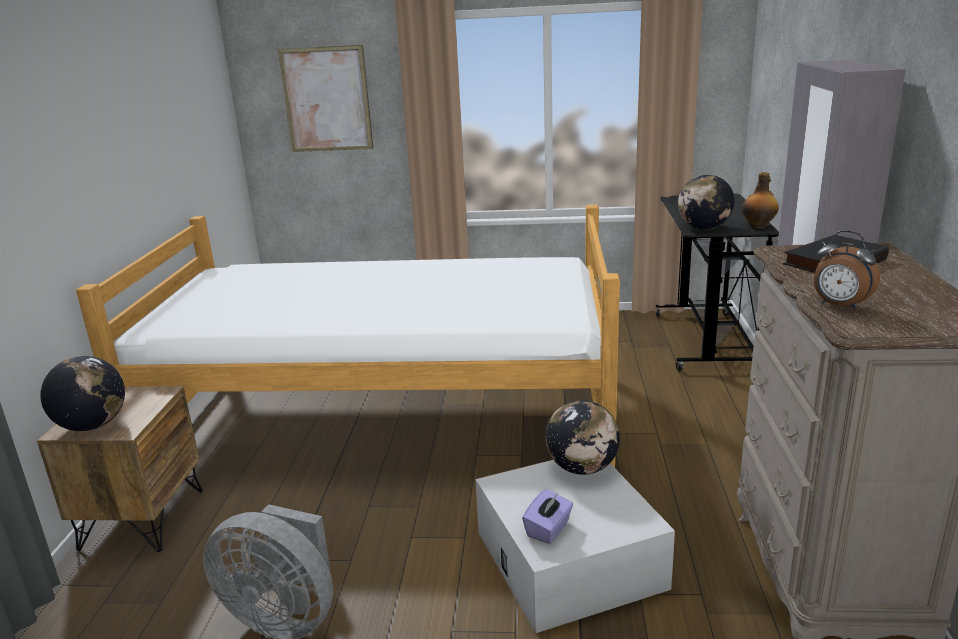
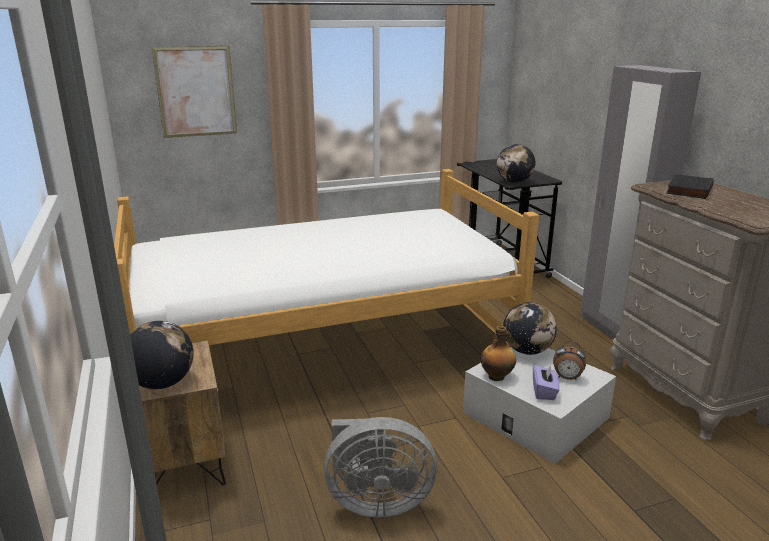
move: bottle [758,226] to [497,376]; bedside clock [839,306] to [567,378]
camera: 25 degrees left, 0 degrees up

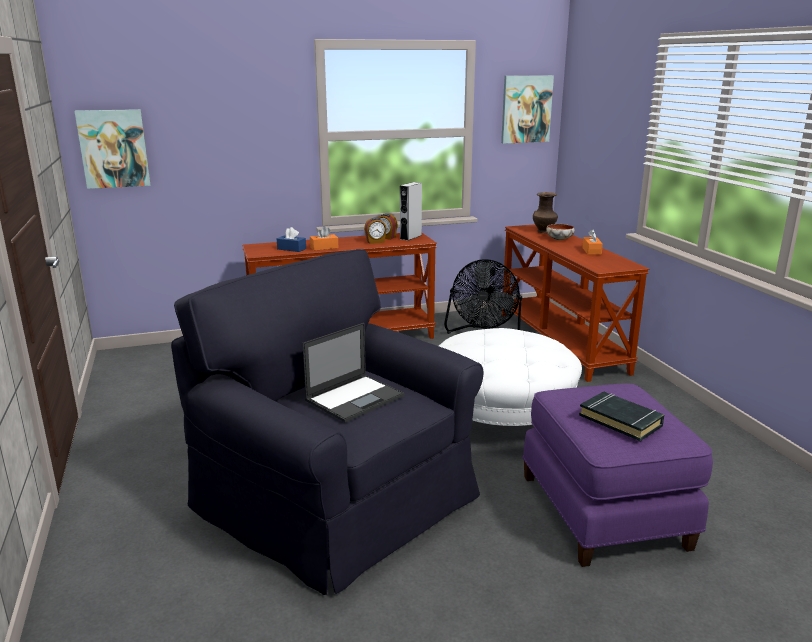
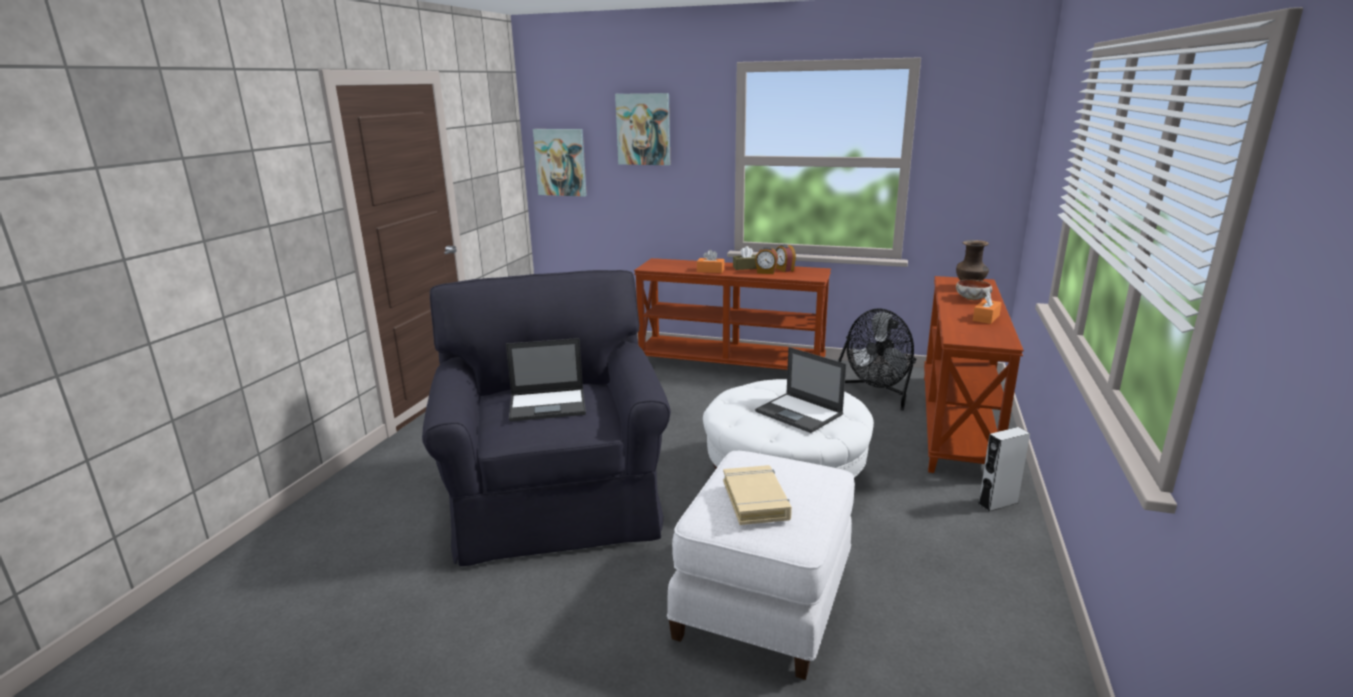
delete: box of tissues (bluish) [291,249]
insert: box of tissues (brown-coloured) [746,267]; laptop [800,413]
move: wall art [526,109] to [643,129]; loudspeaker (gray) [410,237] to [997,503]
recolor: pouffe (purplish) [605,510] to pouffe (white-coloured) [766,601]; book (black) [620,420] to book (beige-coloured) [756,500]
camera: 35 degrees right, 0 degrees up

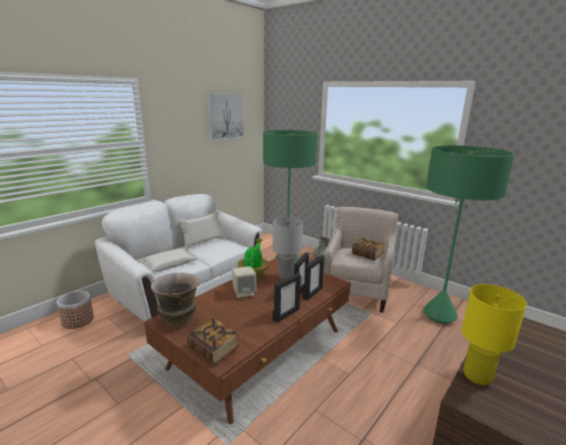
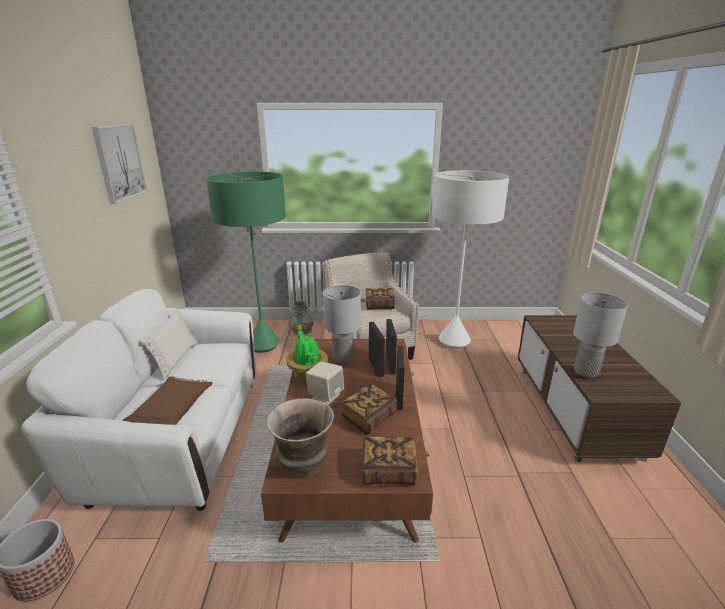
insert: book [368,417]
recolor: standing lamp (green-coloured) [439,316] to standing lamp (white-coloured) [454,342]; throw pillow (white-coloured) [168,263] to throw pillow (brown-coloured) [171,408]; table lamp (yellow) [476,378] to table lamp (gray) [585,374]
camera: 40 degrees left, 5 degrees up

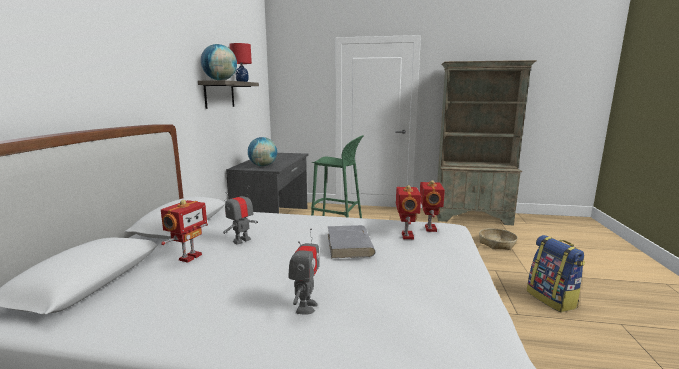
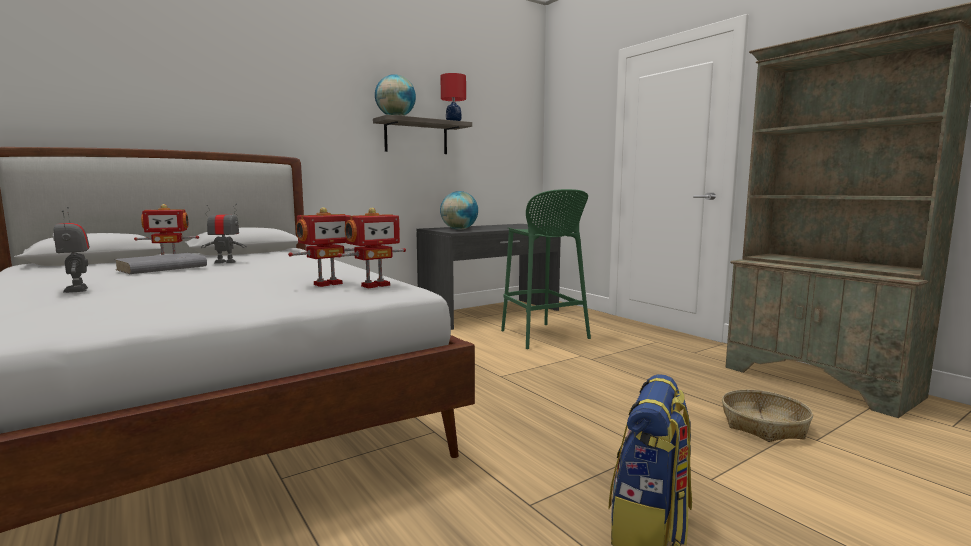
move: book (gray) [349,245] to [161,268]
rotate: model robot [305,307] = [77,290] 90 degrees clockwise
camera: 45 degrees right, 5 degrees down

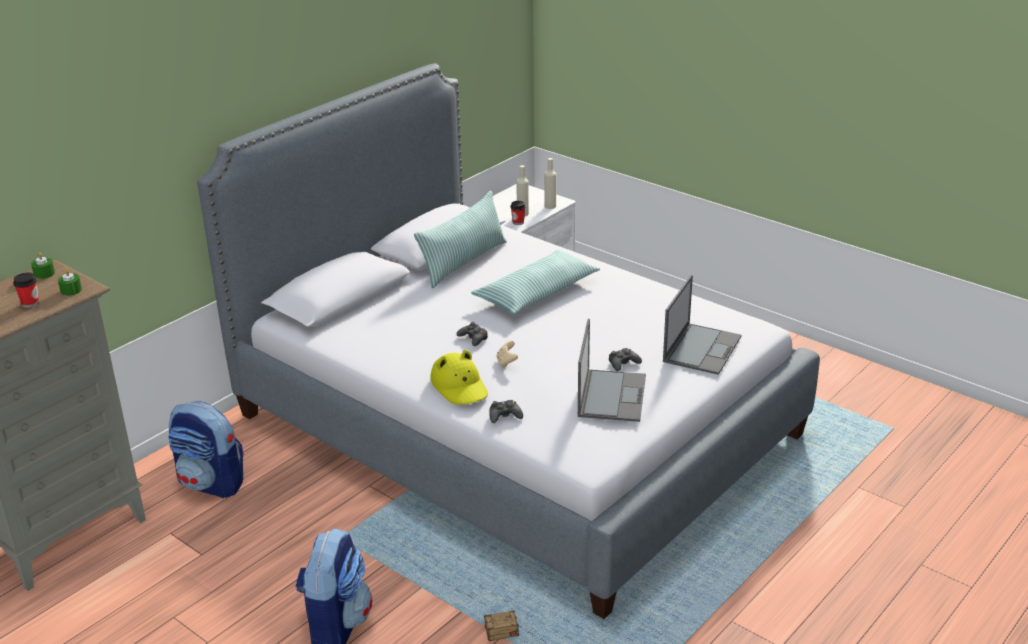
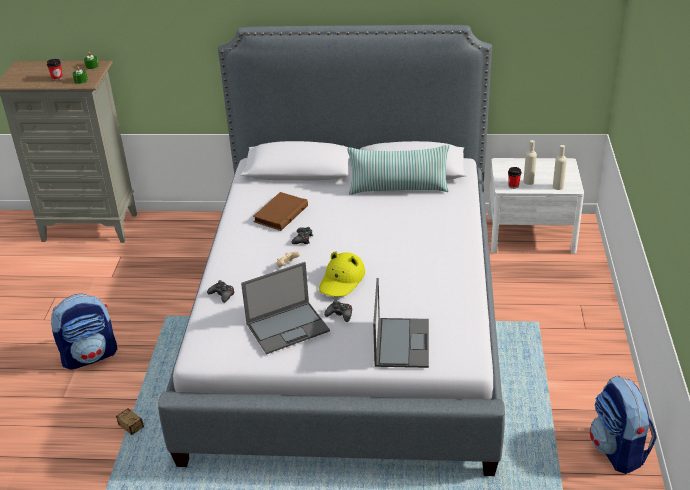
delete: throw pillow [536,293]
insert: book (brown-coloured) [280,213]
move: hat (yellow) [460,386] to [342,280]; knapsack [211,483] to [618,450]
rotate: laptop [702,348] = [401,342] 75 degrees counterclockwise
camera: 55 degrees right, 5 degrees up

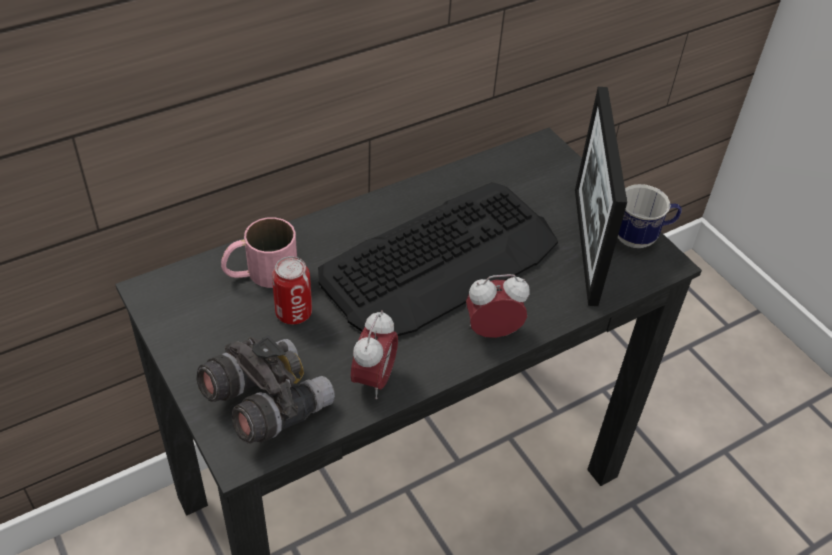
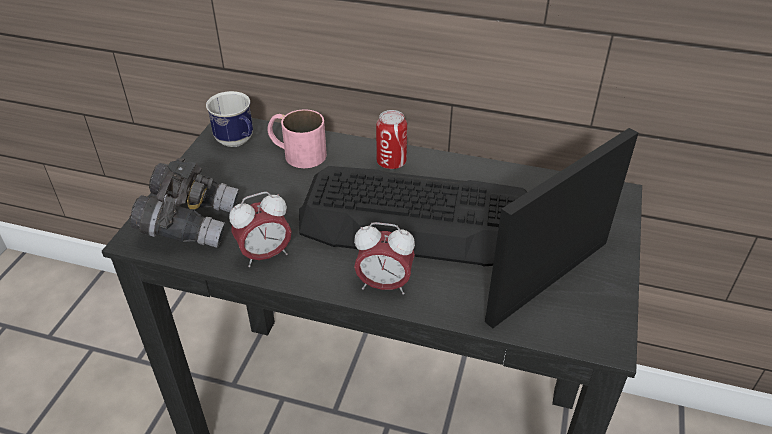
move: coffee mug [641,238] to [238,142]; sealed can [293,313] to [391,162]
rotate: bedside clock [492,331] = [384,285] 150 degrees clockwise
camera: 50 degrees right, 5 degrees down

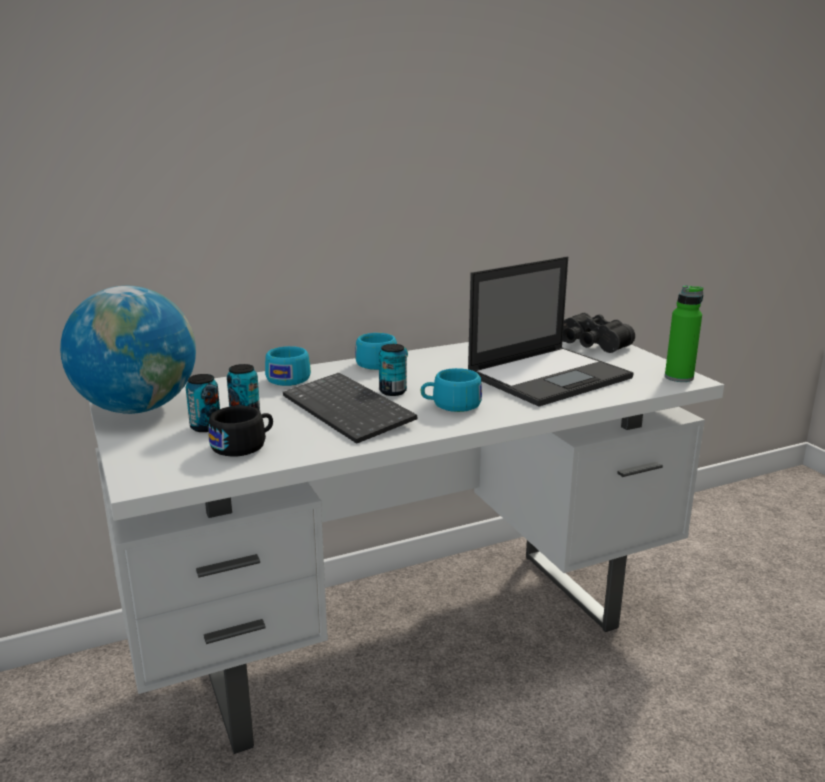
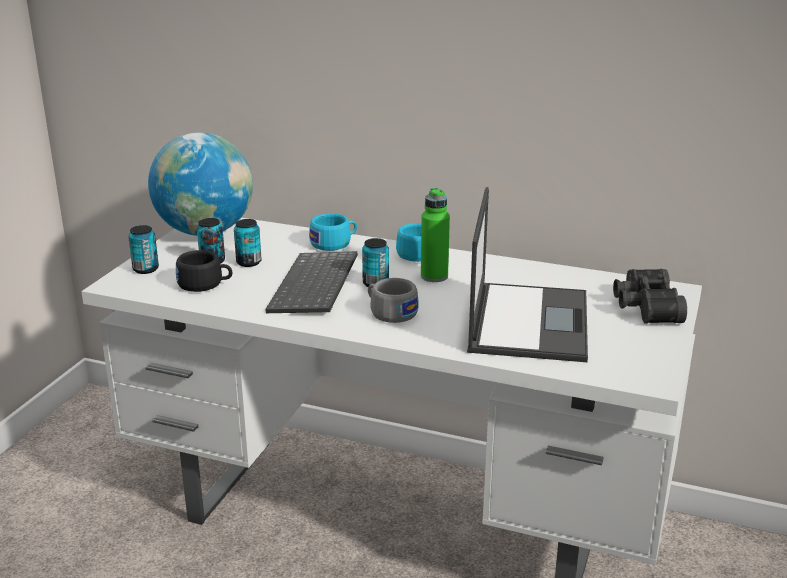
insert: sealed can [146,269]
move: bottle (green-coloured) [679,377] to [434,276]
recolor: small cup (blue-green) [451,405] to small cup (gray) [390,312]
rotate: laptop [550,376] = [528,321] 90 degrees counterclockwise
camera: 45 degrees right, 5 degrees up

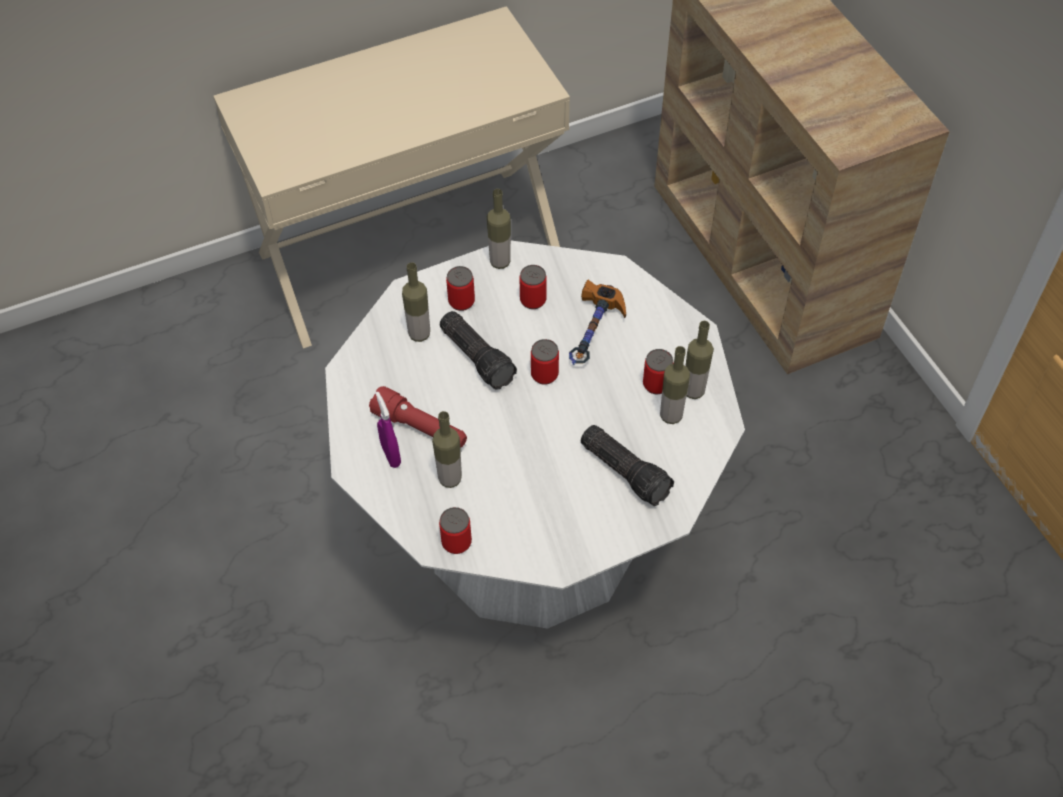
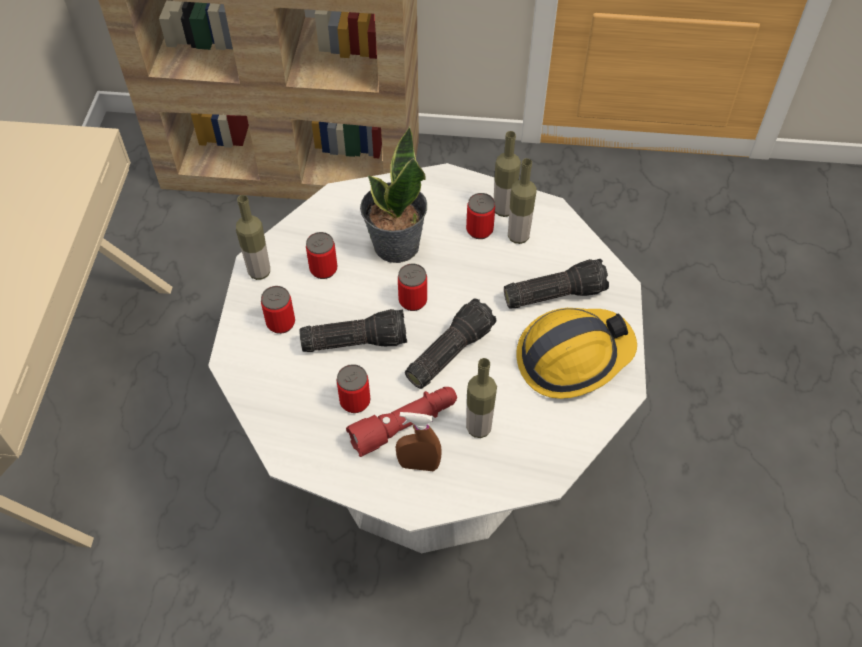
delete: bottle [419,334]
insert: hand torch [448,351]; safety helmet [572,357]
move: sealed can [456,542] to [355,401]
replace: hand hammer [593,334] to potted plant [395,245]
recolor: hand sprayer (purplish) [391,455] to hand sprayer (brown-coloured) [418,465]
camera: 60 degrees left, 0 degrees up

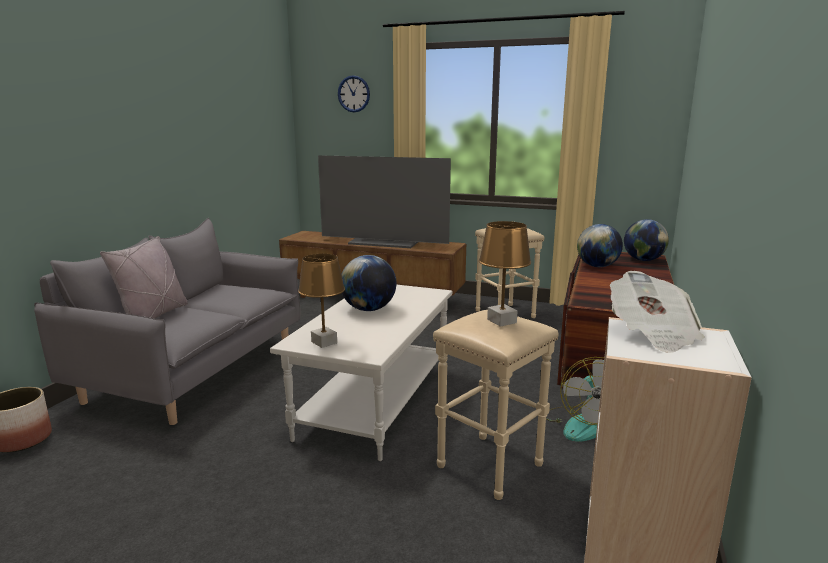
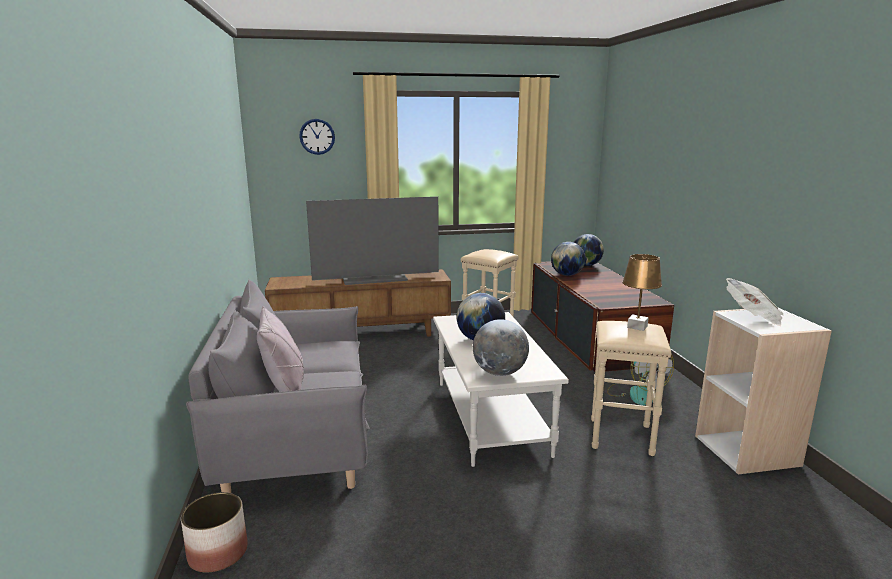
replace: table lamp (brown-coloured) [323,342] to globe [499,373]
camera: 30 degrees left, 0 degrees up

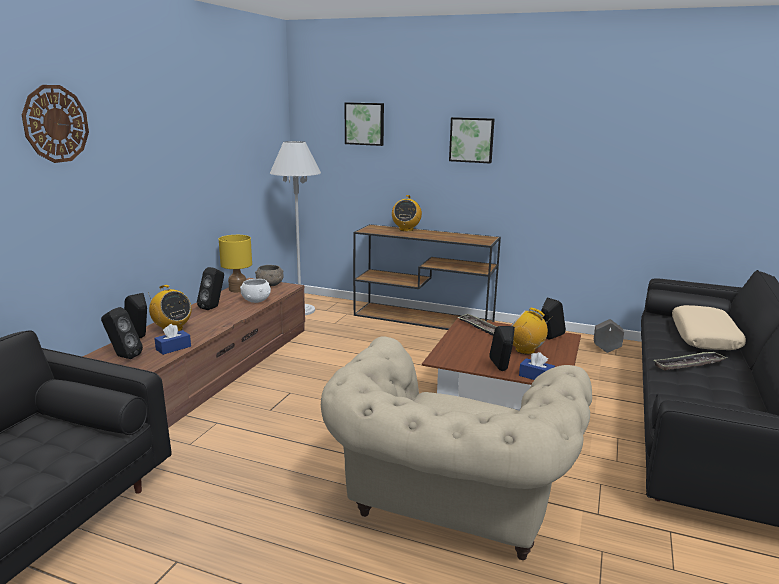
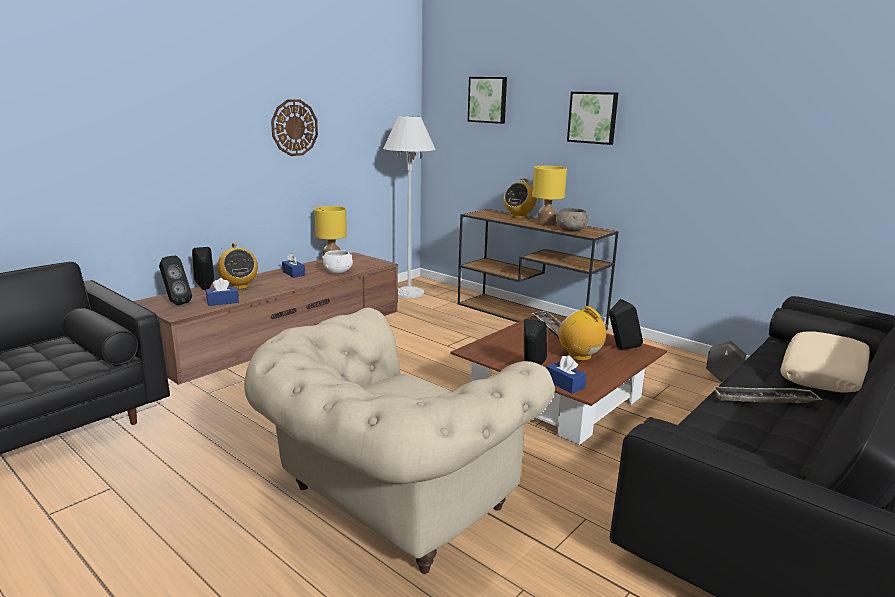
insert: table lamp (yellow) [546,223]
move: wall clock [55,124] to [294,127]; serving bowl (gray) [270,285] to [571,230]
replace: loudspeaker (black) [213,307] to box of tissues (bluish) [293,273]
camera: 20 degrees right, 0 degrees up

